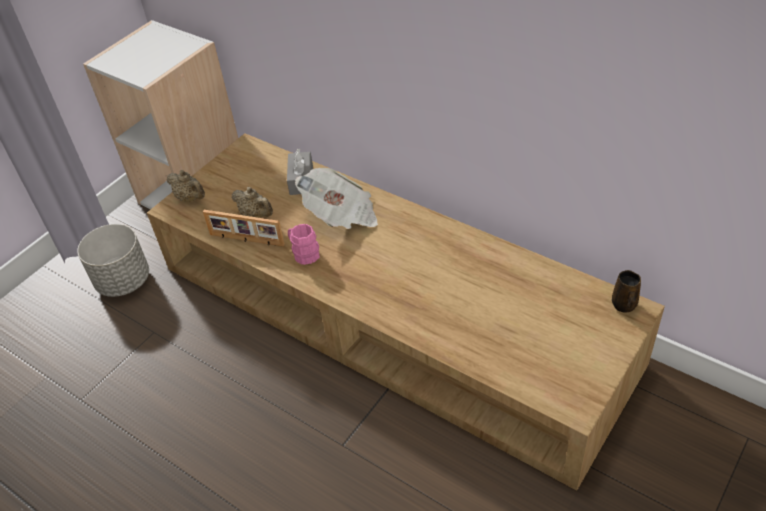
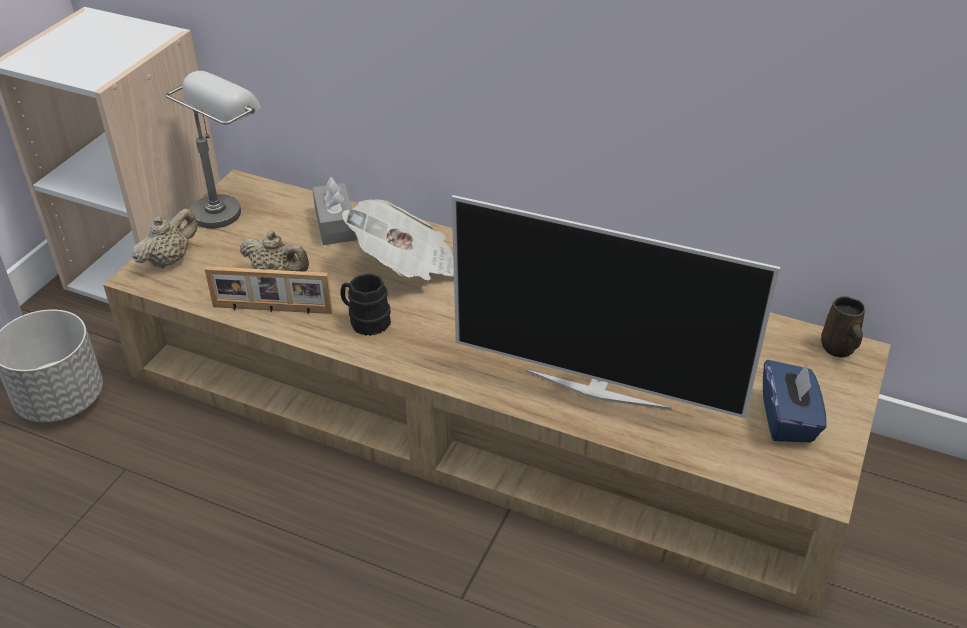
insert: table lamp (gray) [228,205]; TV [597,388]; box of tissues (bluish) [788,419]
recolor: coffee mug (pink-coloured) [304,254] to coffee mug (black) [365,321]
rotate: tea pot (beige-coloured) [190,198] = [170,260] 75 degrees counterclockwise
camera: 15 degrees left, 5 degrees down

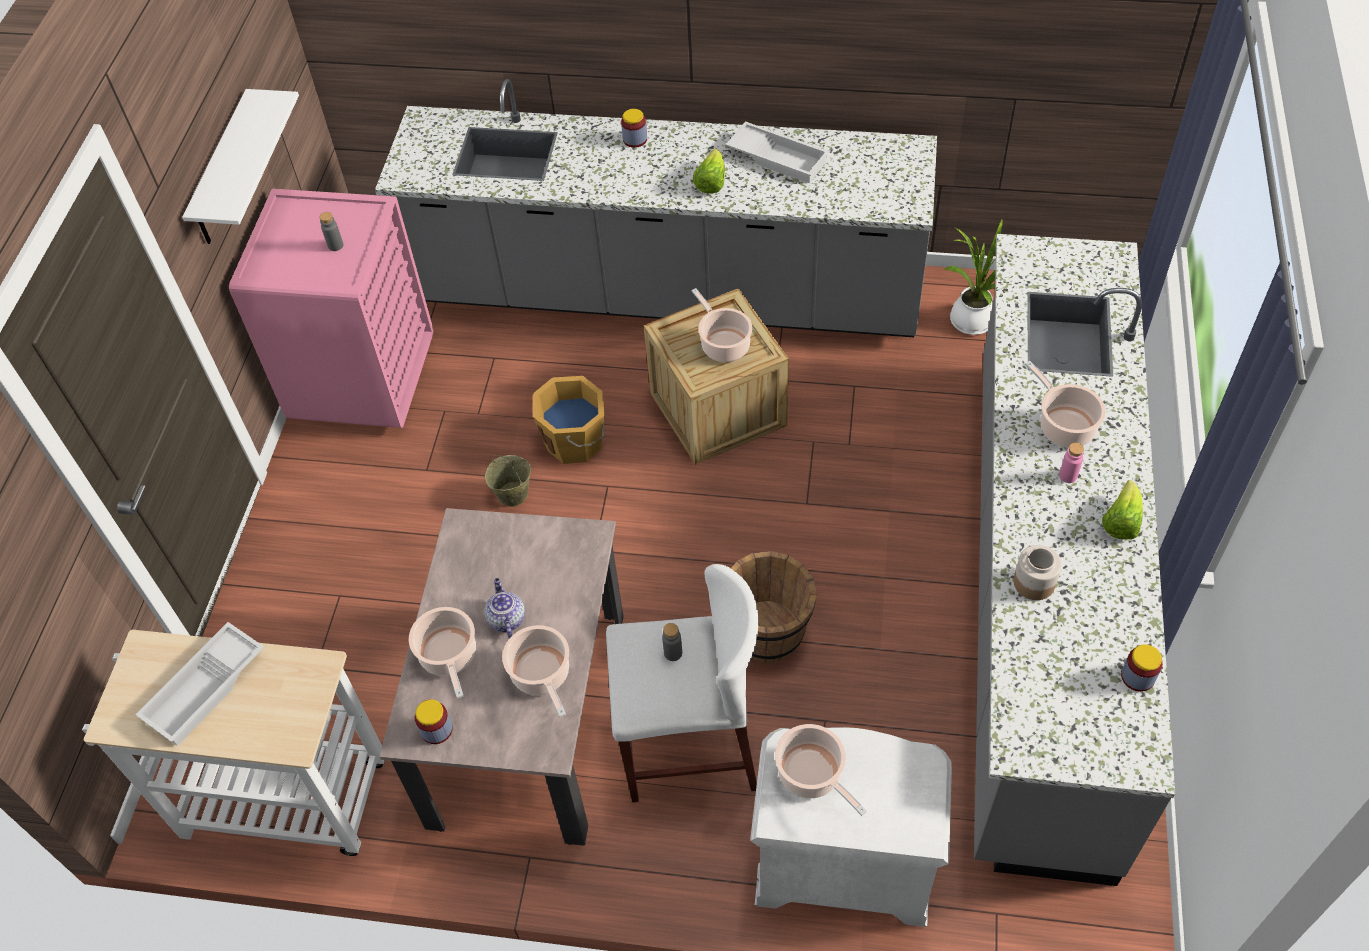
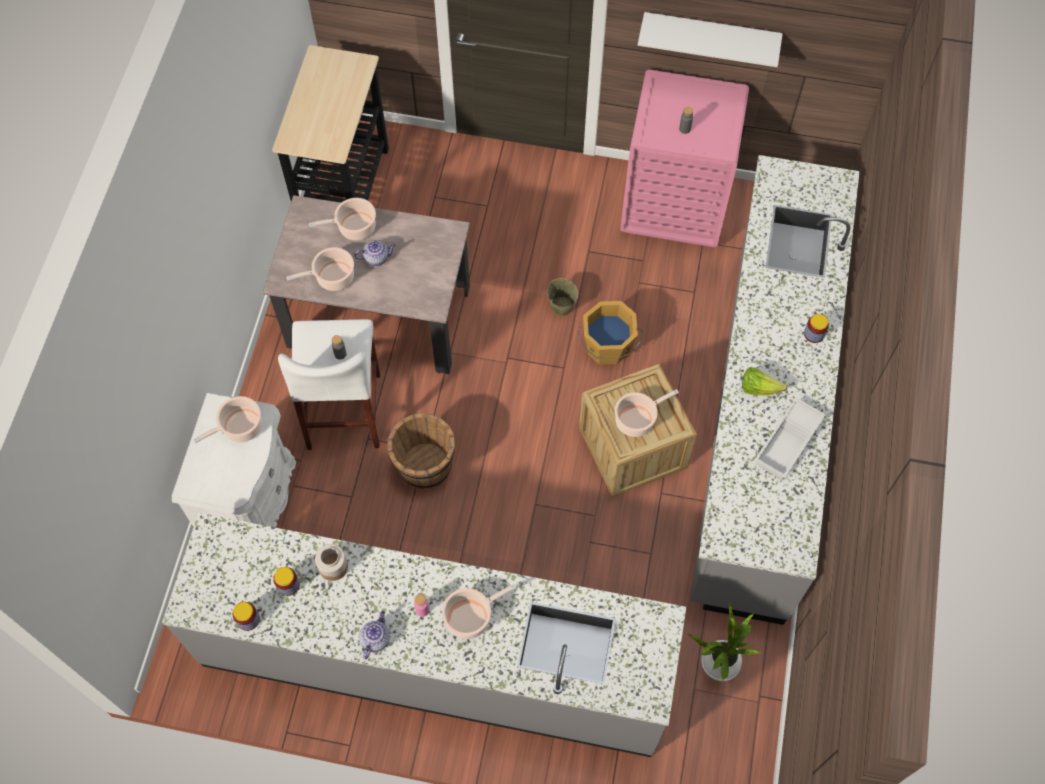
delete: carrying tray (white-coloured) [206,690]
move: jar [436,730] to [288,585]
replace: head of lettuce [1121,522] to tea pot [375,638]
recolor: trolley (white-coloured) [282,799] to trolley (black) [345,186]
camera: 90 degrees right, 10 degrees up

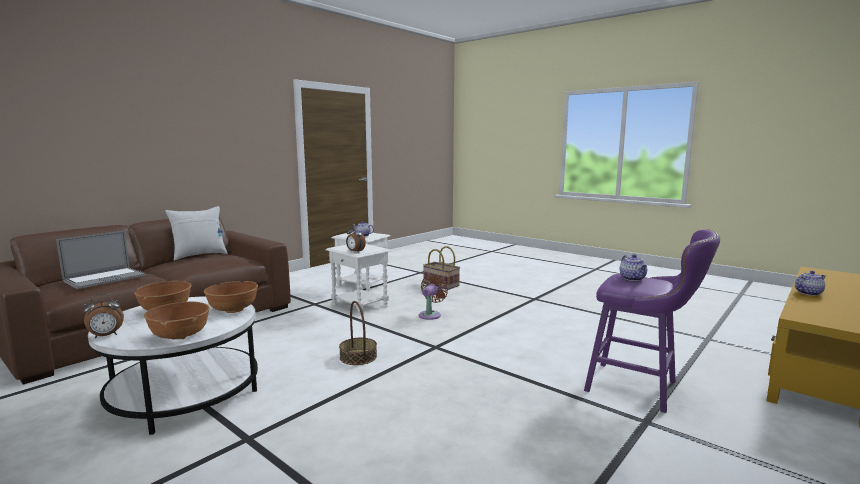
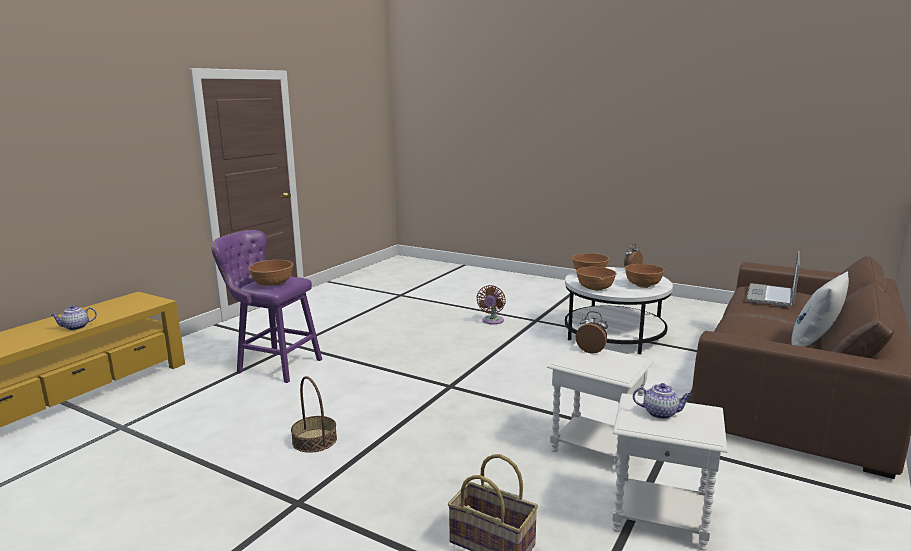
move: cooling fan (brown-coloured) [431,314] to [492,321]; household basket [358,357] to [314,440]
replace: tea pot [633,279] to serving bowl (brown-coloured) [272,284]
camera: 170 degrees right, 5 degrees up

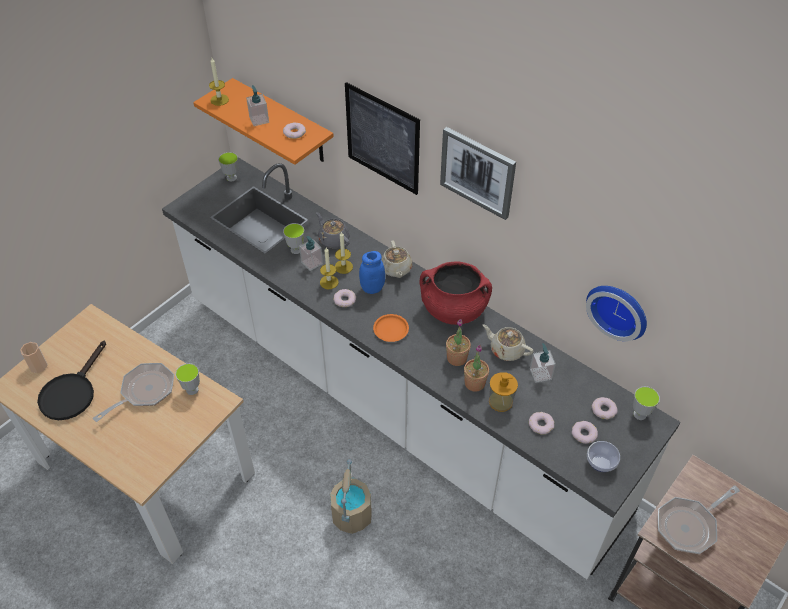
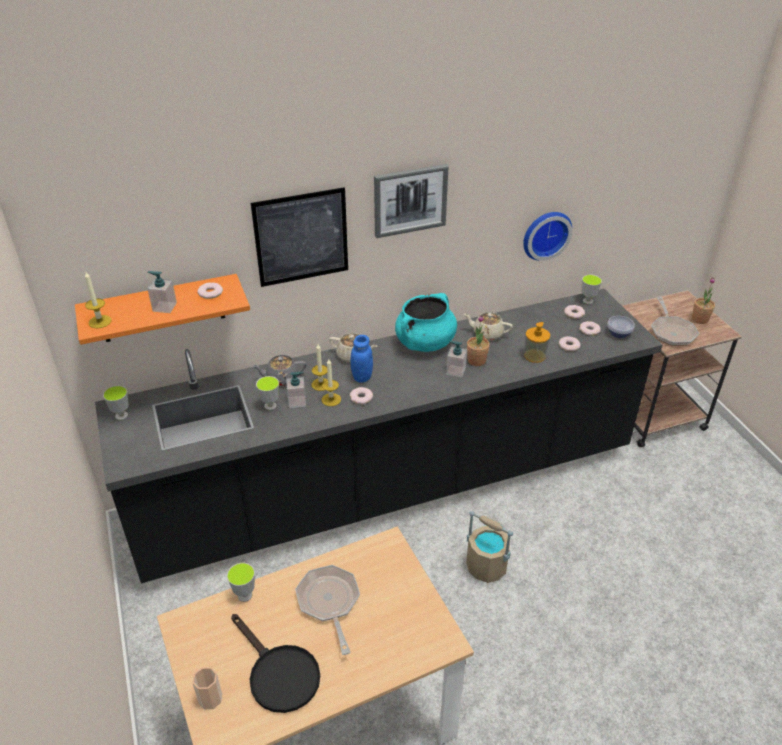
delete: flat dish (orange) [391,330]
move: soap bottle [540,374] to [455,371]; potted plant [474,383] to [699,319]; small cup [192,390] to [245,595]
recolor: kitchen counter (white-coloured) [394,402] to kitchen counter (black) [391,489]; cooking pot (red) [453,309] to cooking pot (blue-green) [425,343]
rotate: tea pot (beige-coloured) [506,350] = [487,334] 45 degrees clockwise
camera: 60 degrees left, 10 degrees down

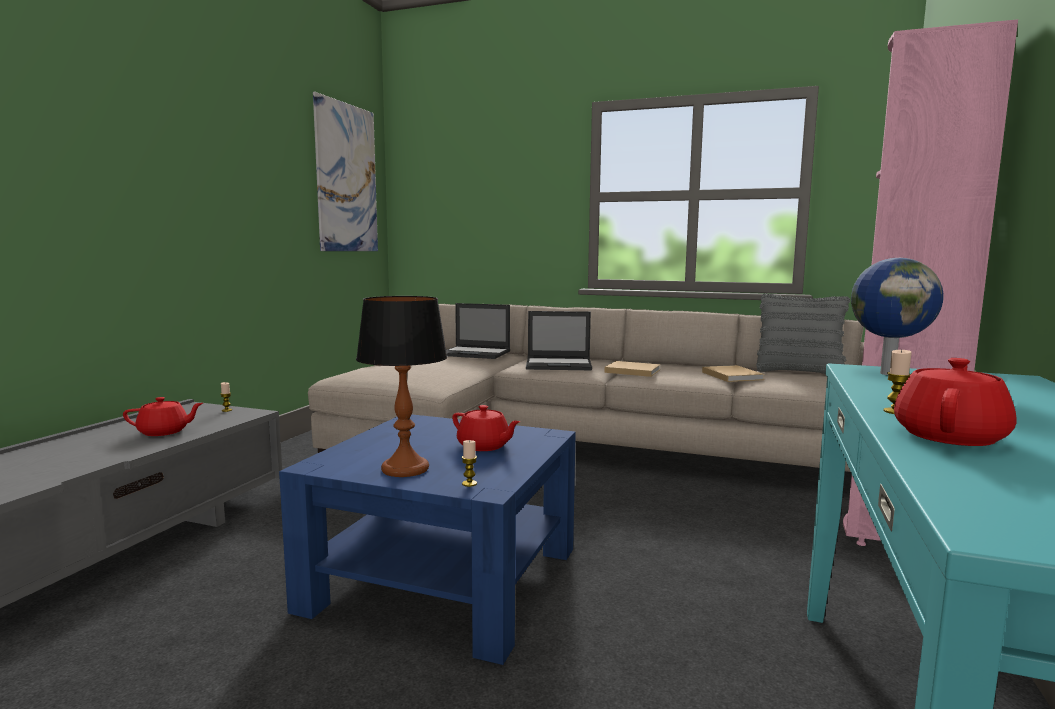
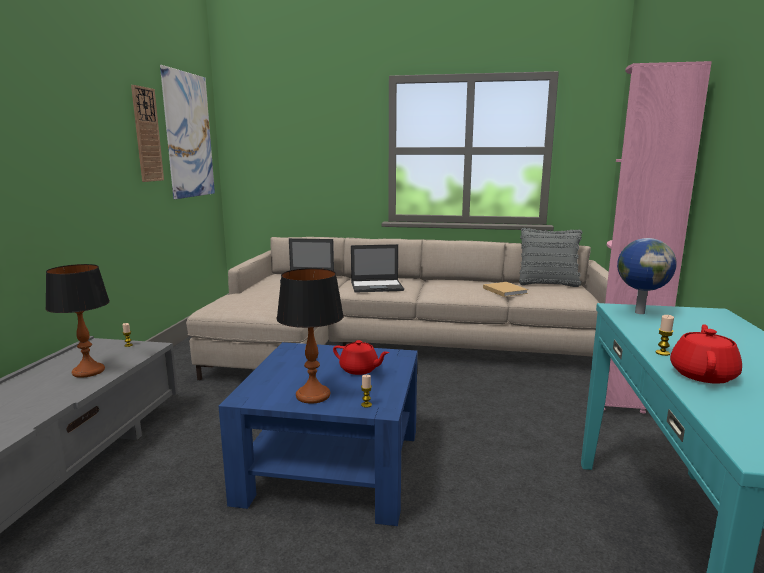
delete: book (beige-coloured) [631,371]
insert: wall clock [147,135]
replace: tea pot (red) [164,432] to table lamp [89,371]
camera: 10 degrees left, 5 degrees up

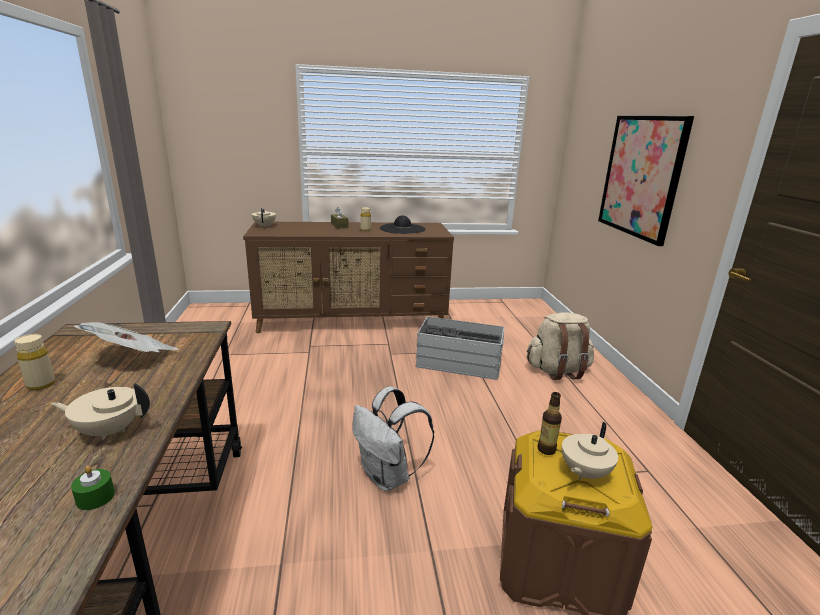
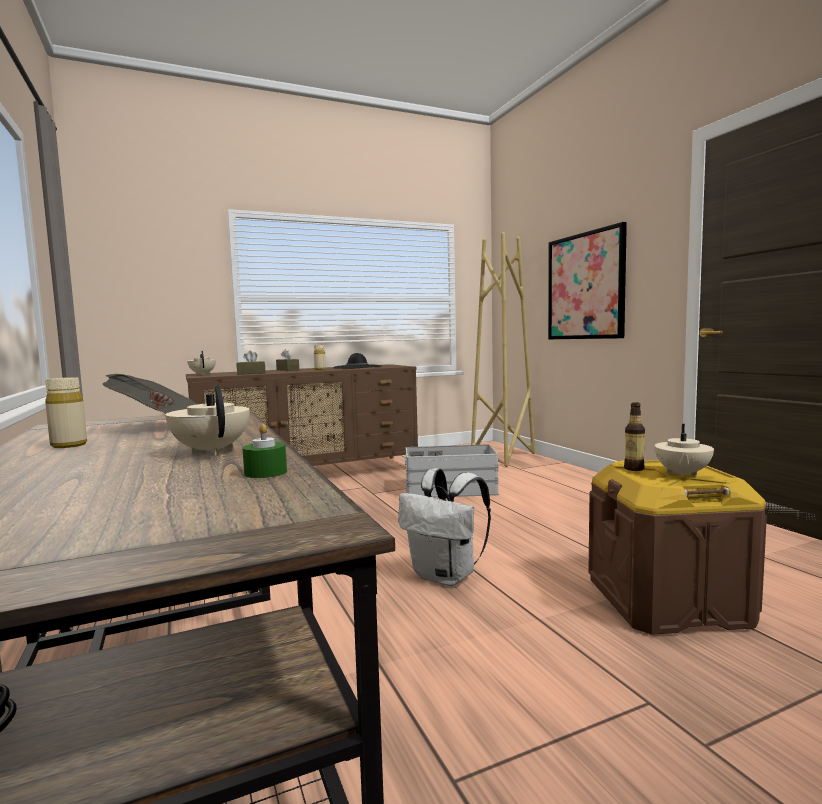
delete: knapsack (beige-coloured) [558,371]
insert: clothes rack (yellow) [504,458]; box of tissues (brown-coloured) [251,373]
rotate: tea pot (beige-coloured) [109,430] = [211,451] 75 degrees clockwise
camera: 15 degrees left, 15 degrees down

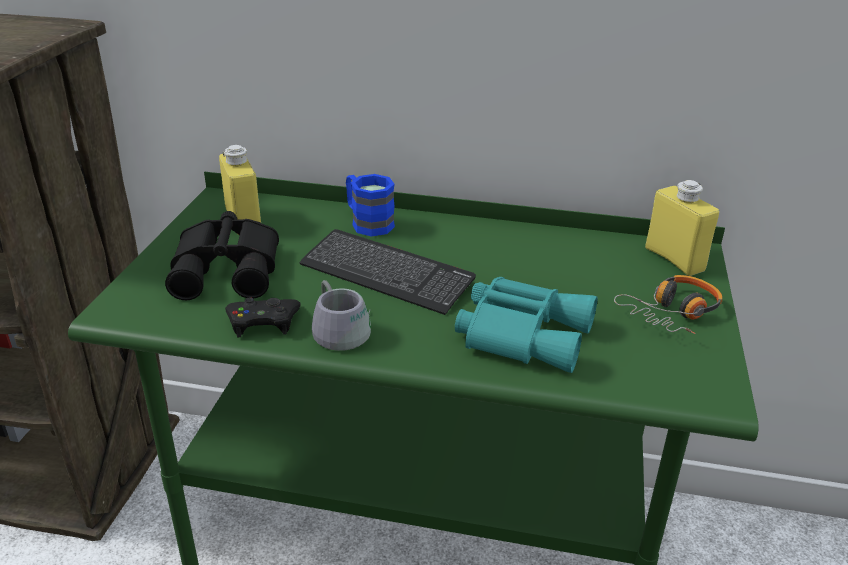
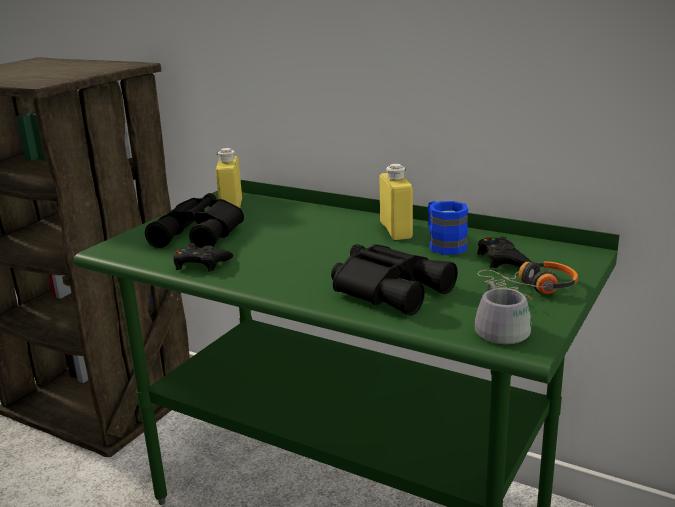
delete: computer keyboard [386,274]
insert: joypad (black) [503,260]
move: coffee mug (bluish) [367,222] to [443,244]; bottle (yellow) [674,259] to [396,230]; coffee mug (gray) [344,328] to [505,327]
recolor: field glasses (blue-green) [522,332] to field glasses (black) [390,288]
camera: 20 degrees right, 10 degrees down

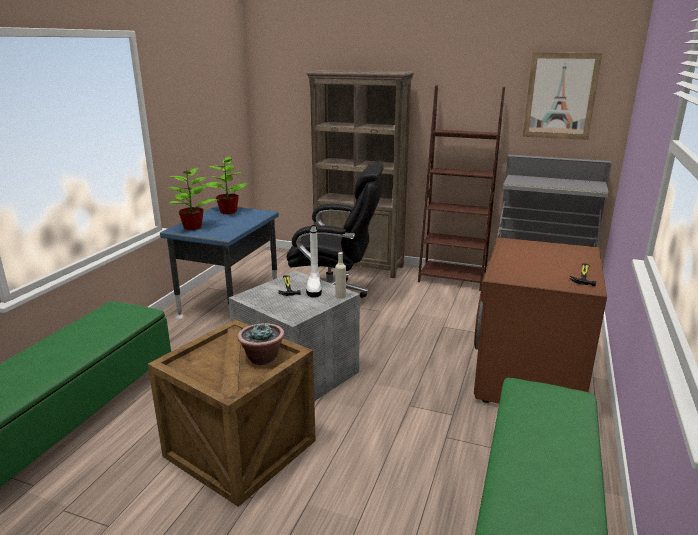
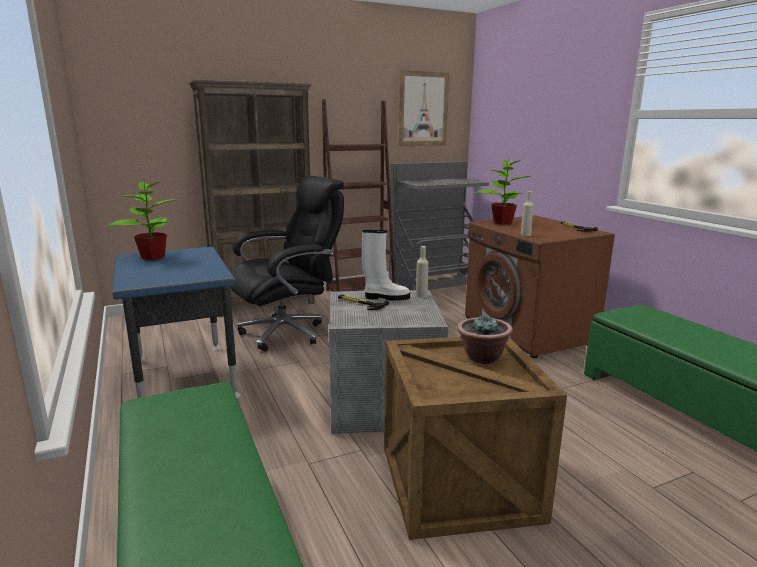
insert: bottle (beige-coloured) [525,235]
move: potted plant [193,227] to [502,222]
rotate: high-top boot (white-coloured) [314,288] = [385,297] 45 degrees counterclockwise
camera: 45 degrees left, 5 degrees down

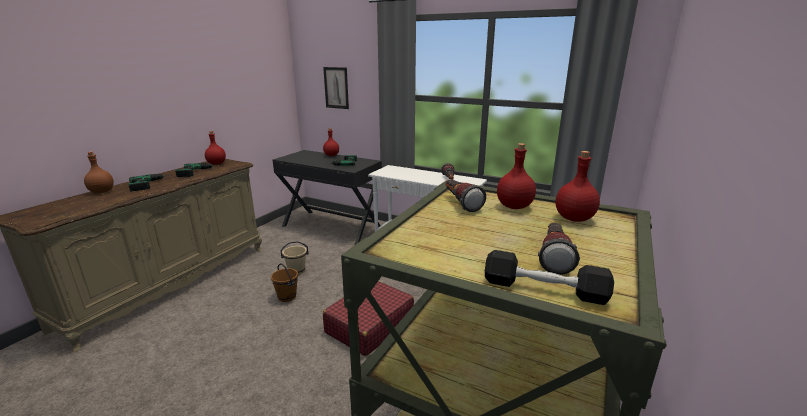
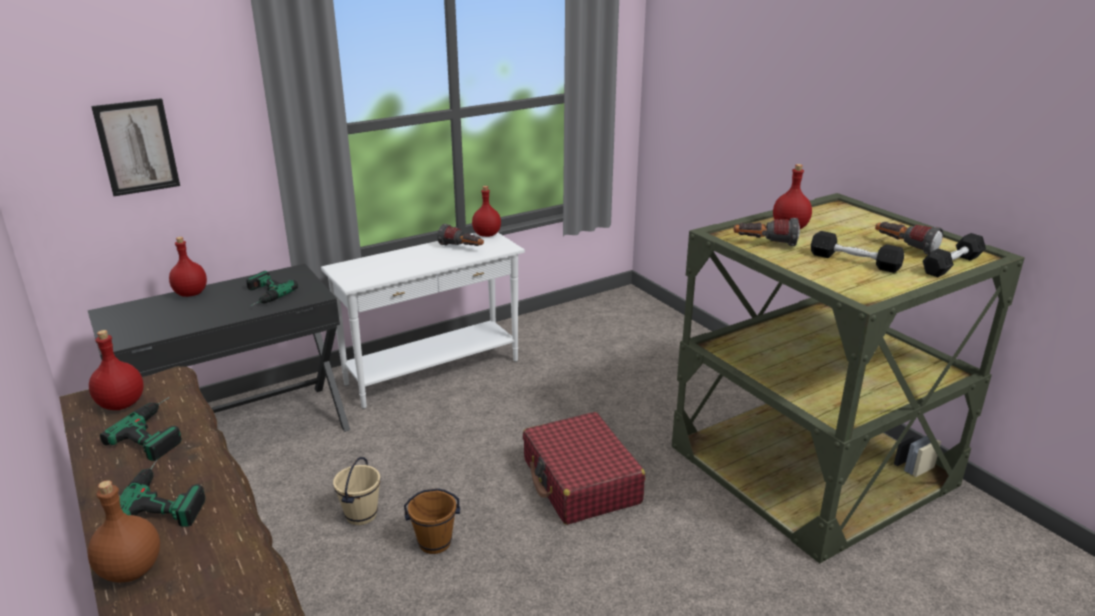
insert: hand weight (black) [854,261]
move: bottle (red) [573,218] to [486,235]
camera: 60 degrees left, 5 degrees up

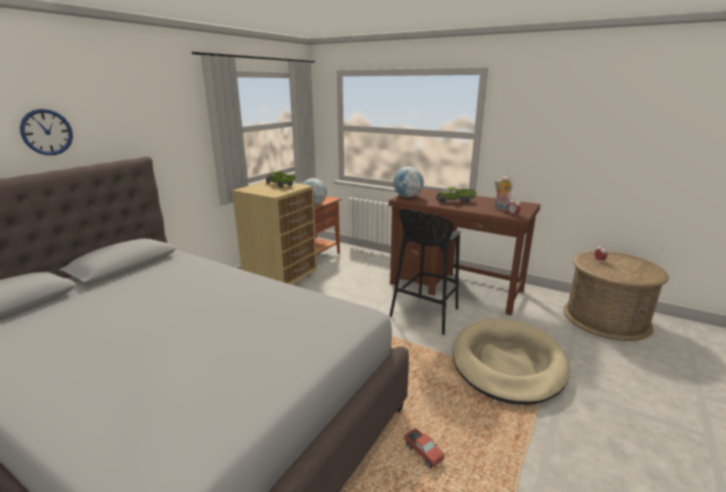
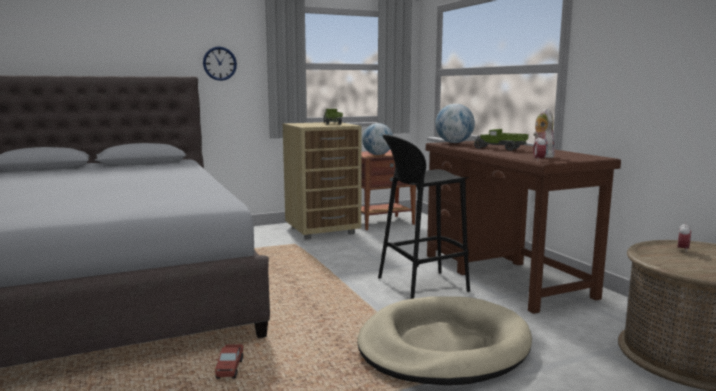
move: wall clock [47,132] to [219,63]
camera: 35 degrees right, 10 degrees down

